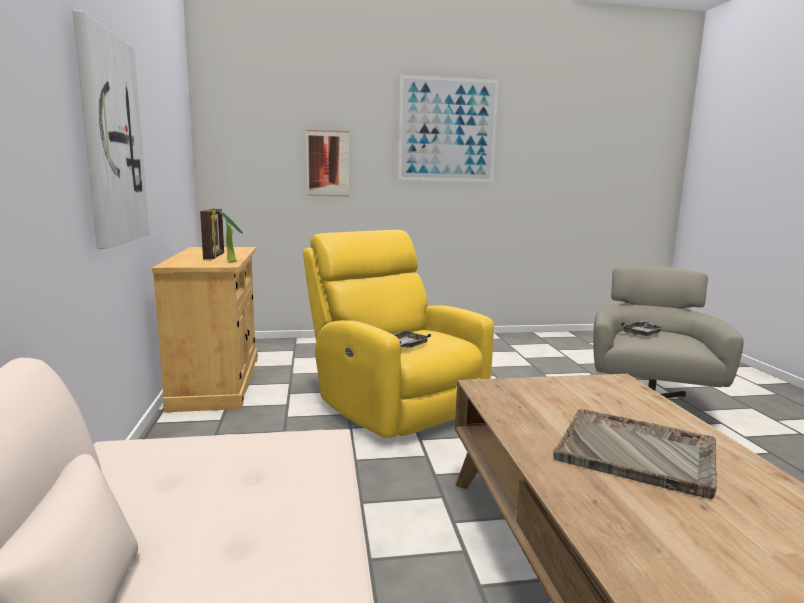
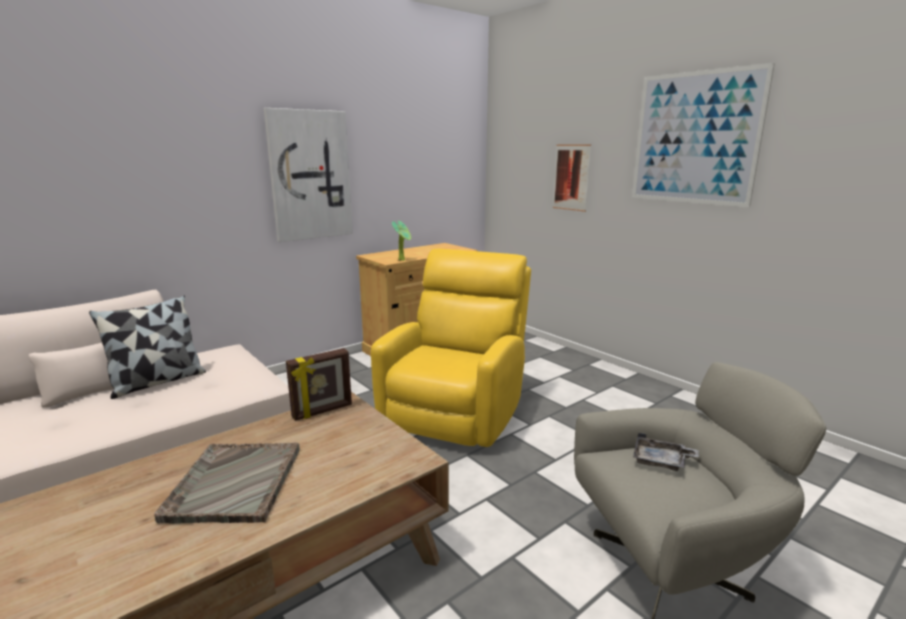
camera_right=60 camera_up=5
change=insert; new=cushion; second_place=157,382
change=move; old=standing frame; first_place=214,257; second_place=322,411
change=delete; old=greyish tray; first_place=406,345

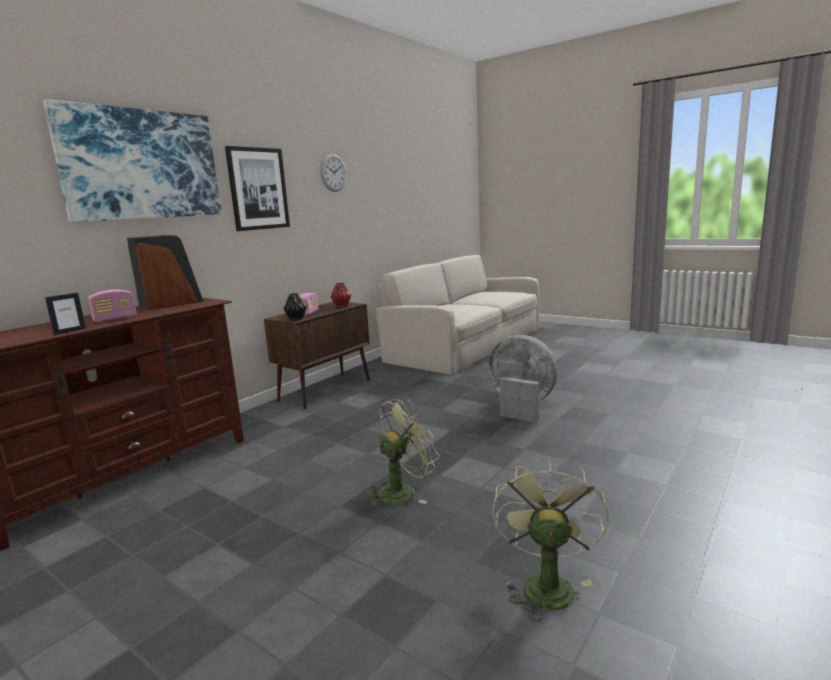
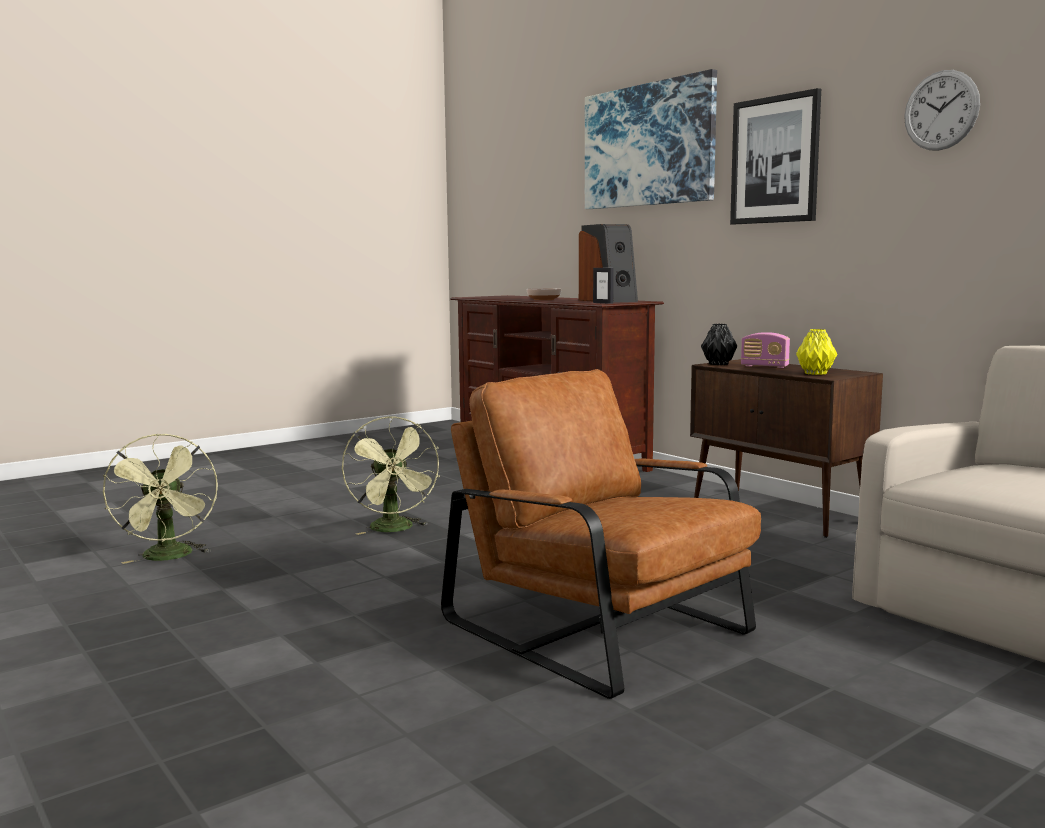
camera_right=105 camera_up=-5
change=rotate; old=green-coloured cooling fan; first_place=545,584; second_place=169,557; degrees=45
change=replace; old=greyish cooling fan; new=brown-coloured lounge chair; first_place=520,406; second_place=601,627
change=replace; old=radio set; new=serving bowl; first_place=115,319; second_place=544,299
change=move; old=standing frame; first_place=70,331; second_place=603,303
change=recolor; old=reddish decorative vase; new=yellowish decorative vase; first_place=342,306; second_place=816,373

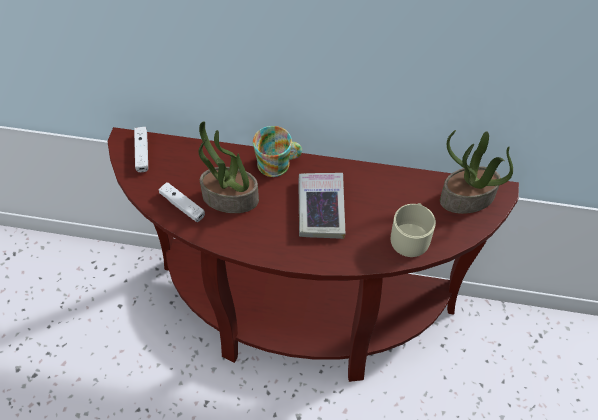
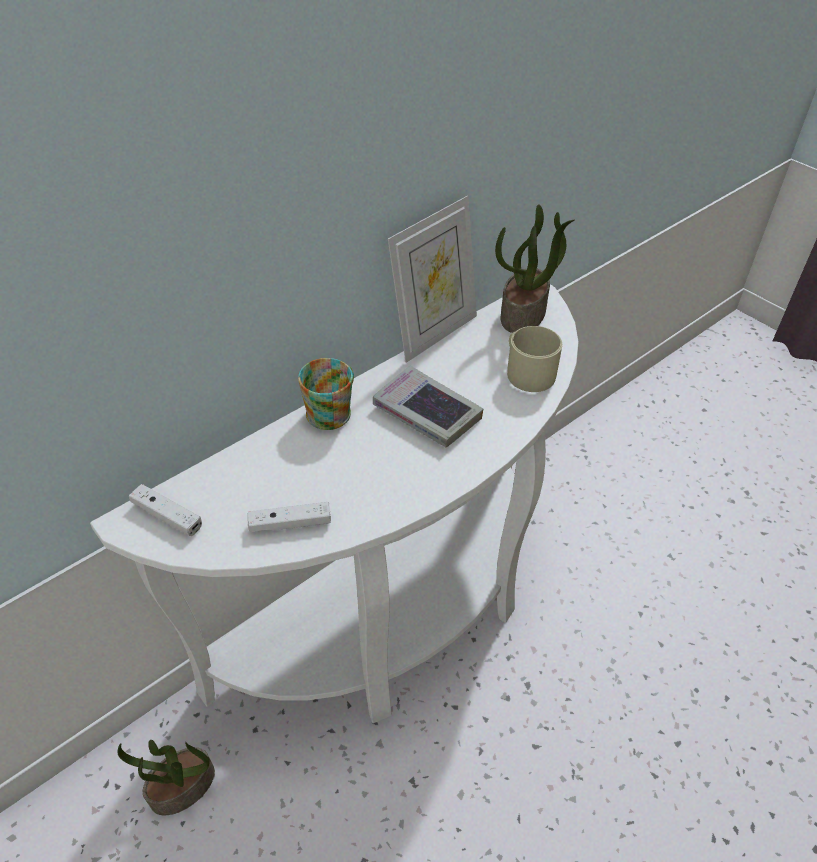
camera_right=-50 camera_up=-10
change=recolor; old=brown-coloured hall table; new=white hall table; first_place=300,319; second_place=400,615
change=move; old=houseplant; first_place=229,199; second_place=183,788
change=insert; new=standing frame; second_place=434,333

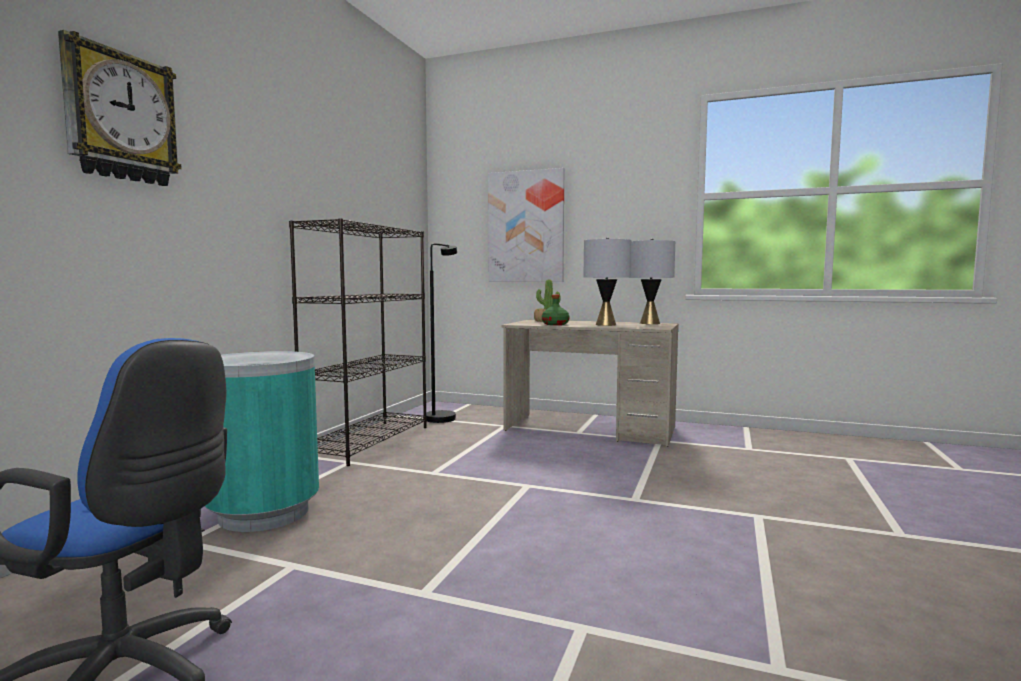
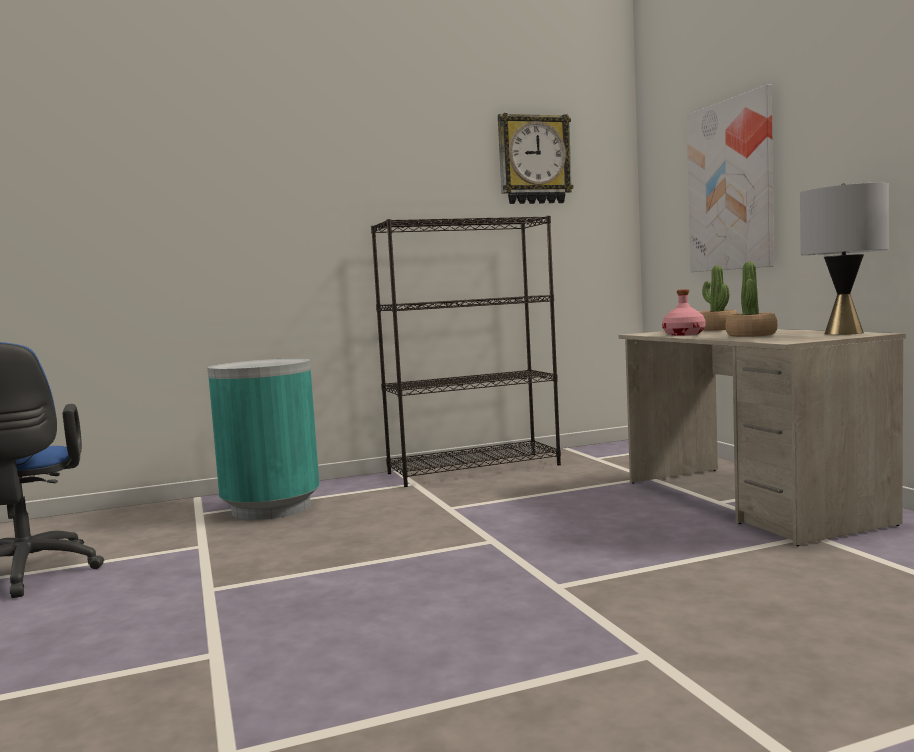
camera_right=50 camera_up=0
change=move; old=wall clock; first_place=120,117; second_place=534,160
change=recolor; old=green-coloured bottle; new=pink bottle; first_place=555,324; second_place=684,334
change=replace; old=greyish table lamp; new=houseplant; first_place=606,324; second_place=751,335
change=delete; old=black-coloured standing lamp; first_place=442,416

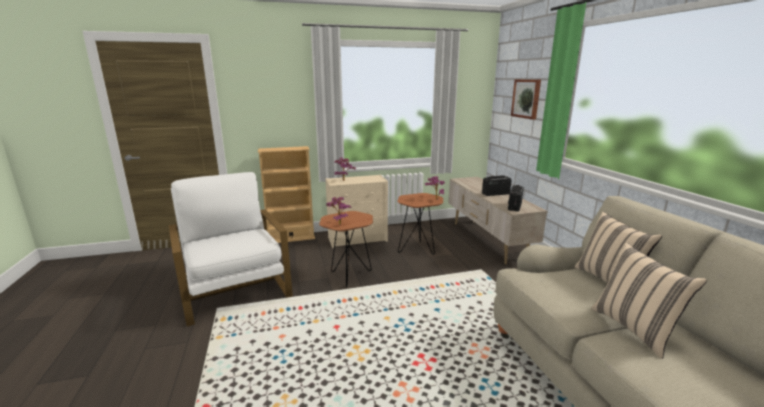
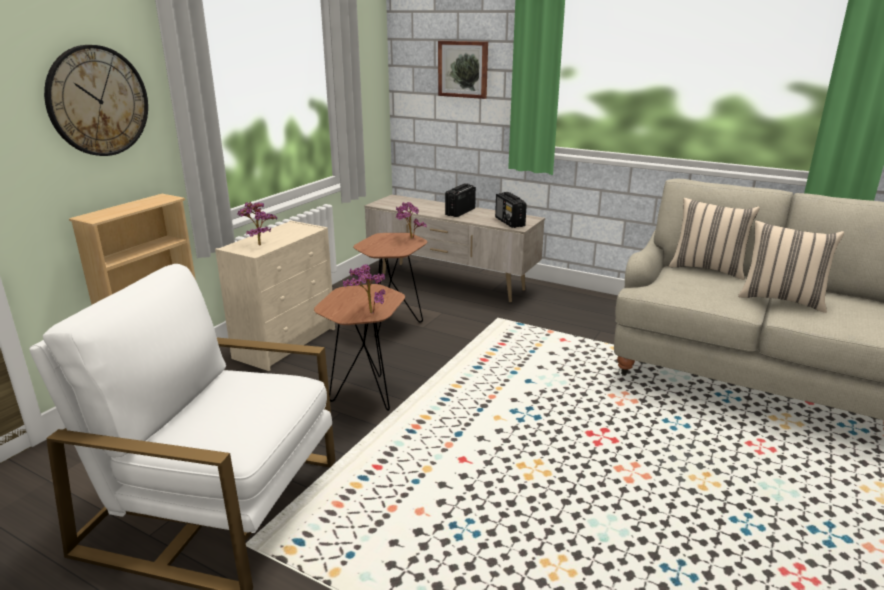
camera_right=-45 camera_up=5
change=insert; new=wall clock; second_place=97,101

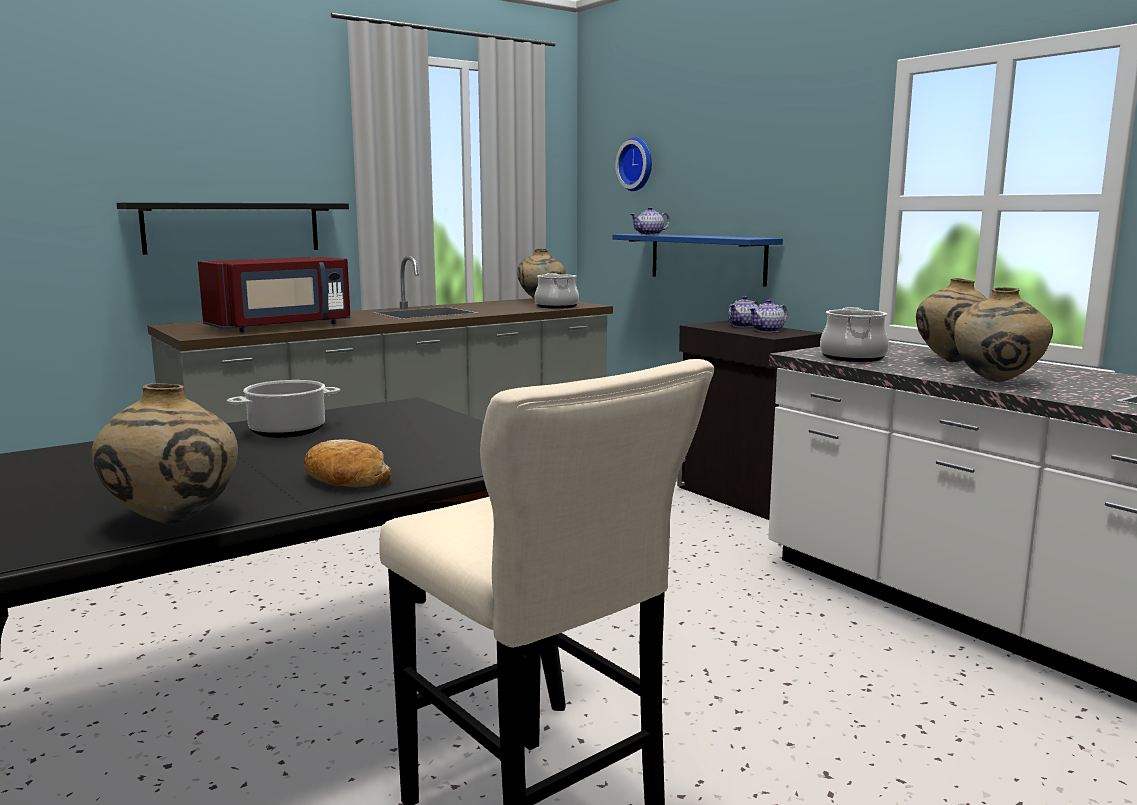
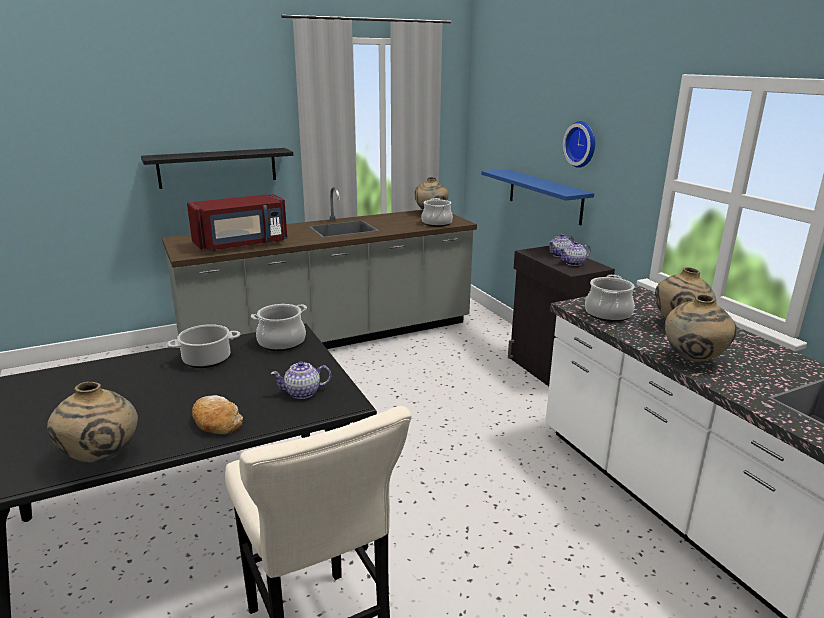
camera_right=10 camera_up=10
change=insert; new=saucepot; second_place=281,342
change=move; old=pot for tea; first_place=650,234; second_place=303,393
change=move; old=wall clock; first_place=637,164; second_place=582,144

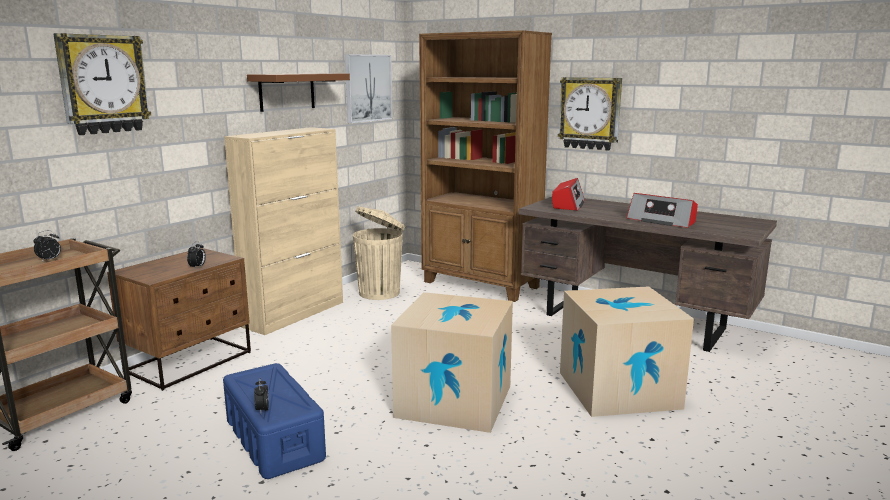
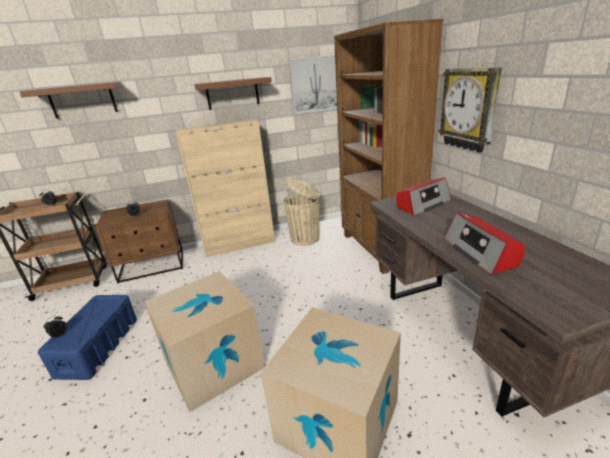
camera_right=40 camera_up=10
change=replace; old=wall clock; new=brown-coloured shelf; first_place=103,84; second_place=82,100

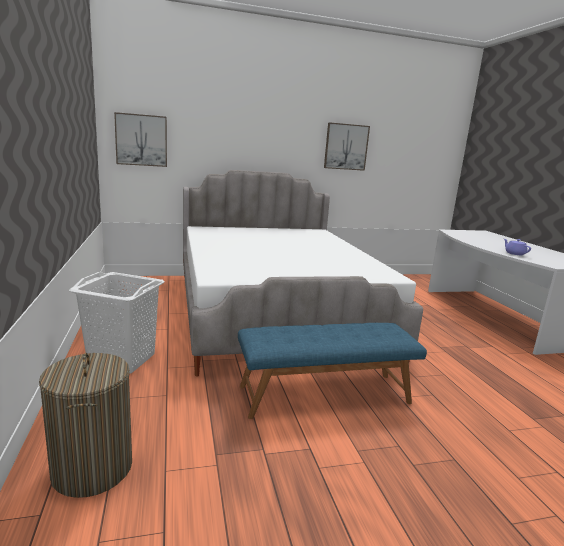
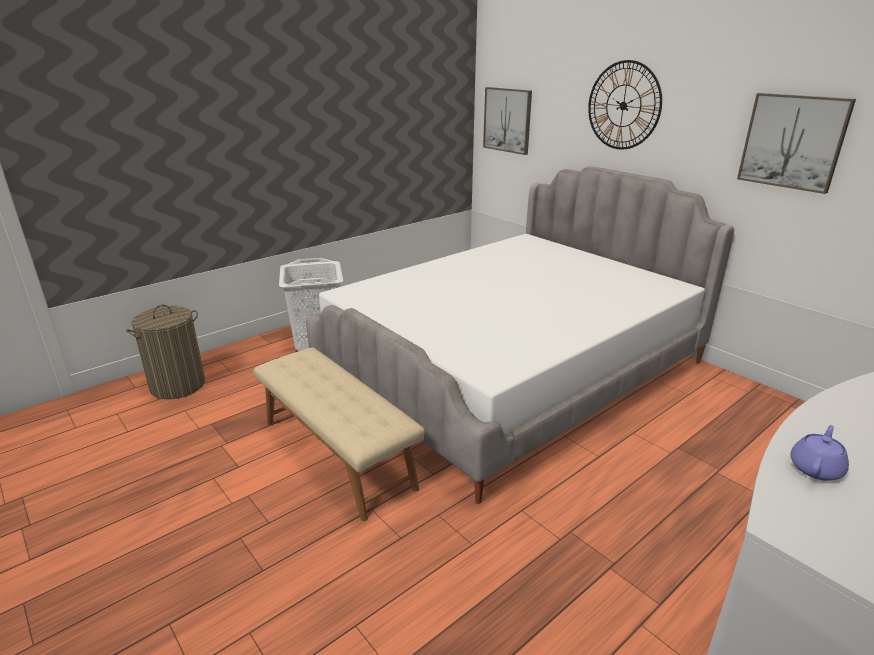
camera_right=65 camera_up=10
change=recolor; old=bluish long seat; new=sand-coloured long seat; first_place=324,394; second_place=338,453
change=insert; new=wall clock; second_place=623,106

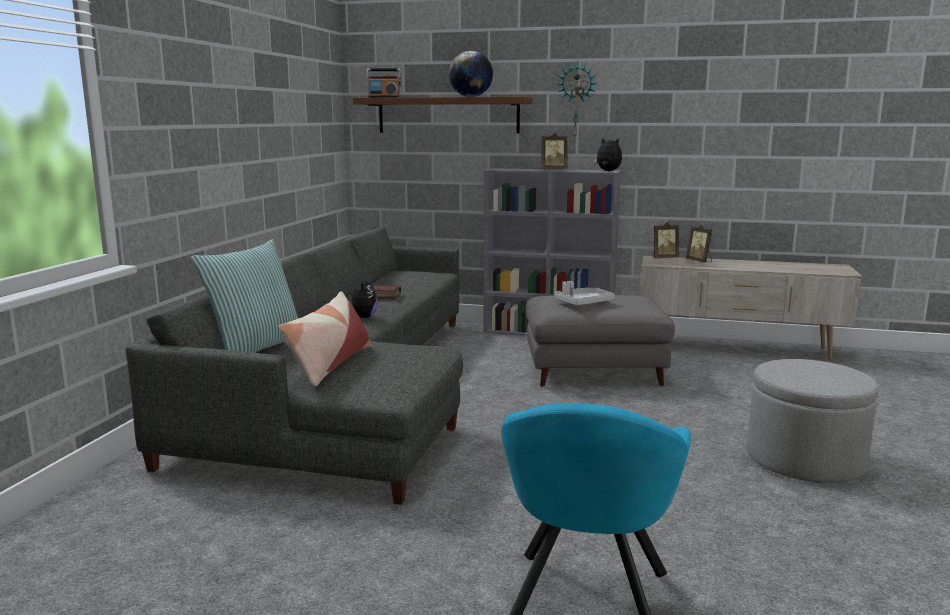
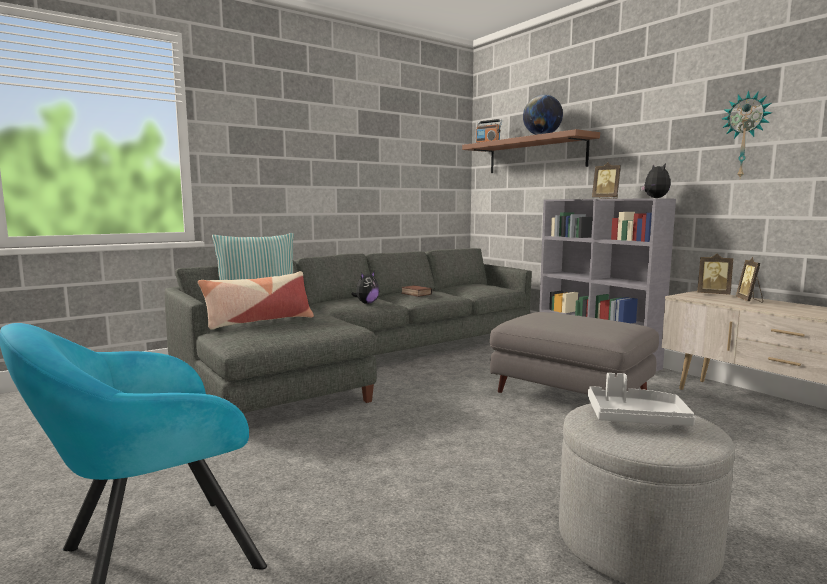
camera_right=40 camera_up=-5
change=move; old=greyish tray; first_place=583,303; second_place=635,418
change=move; old=wall clock; first_place=576,100; second_place=745,135

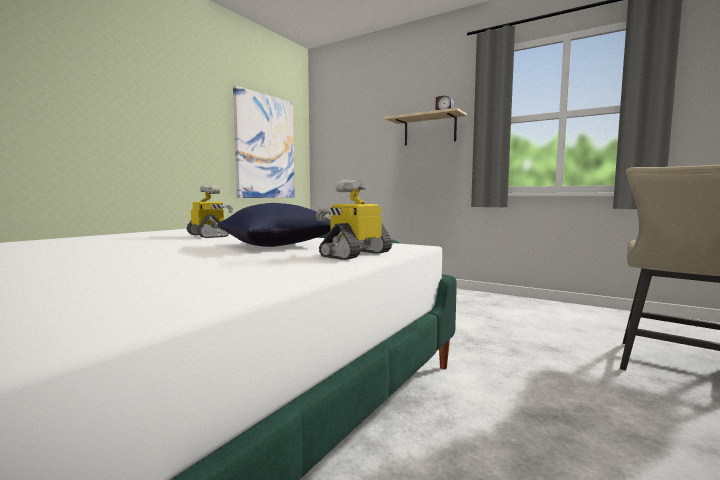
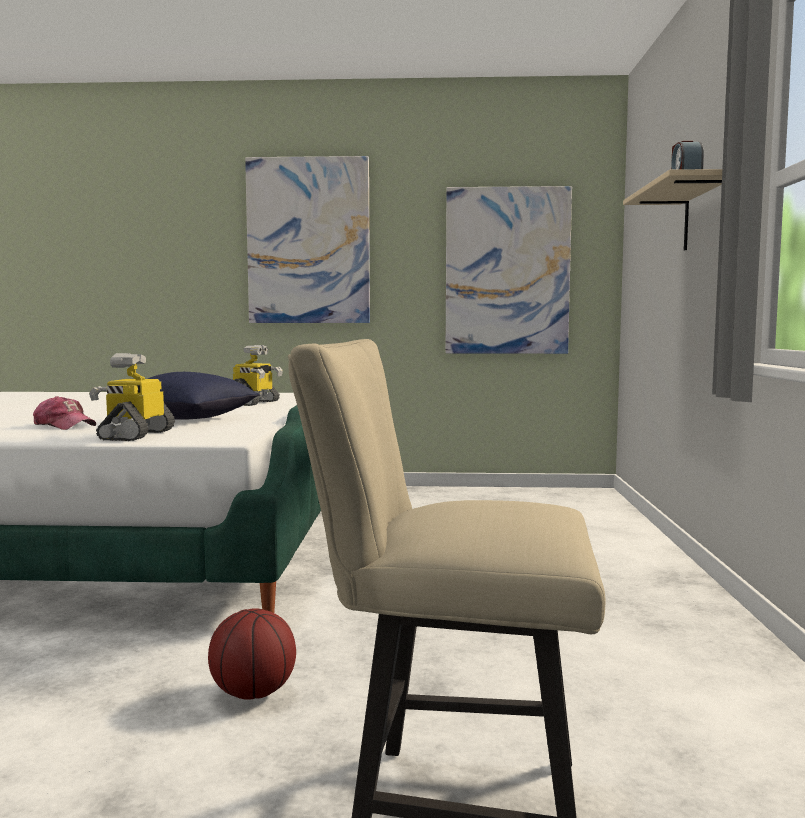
camera_right=60 camera_up=0
change=insert; new=peaked cap; second_place=64,426
change=rotate; old=toy robot; first_place=355,254; second_place=136,435; degrees=-90
change=insert; new=ball for basketball; second_place=253,694
change=insert; new=wall art; second_place=308,241

